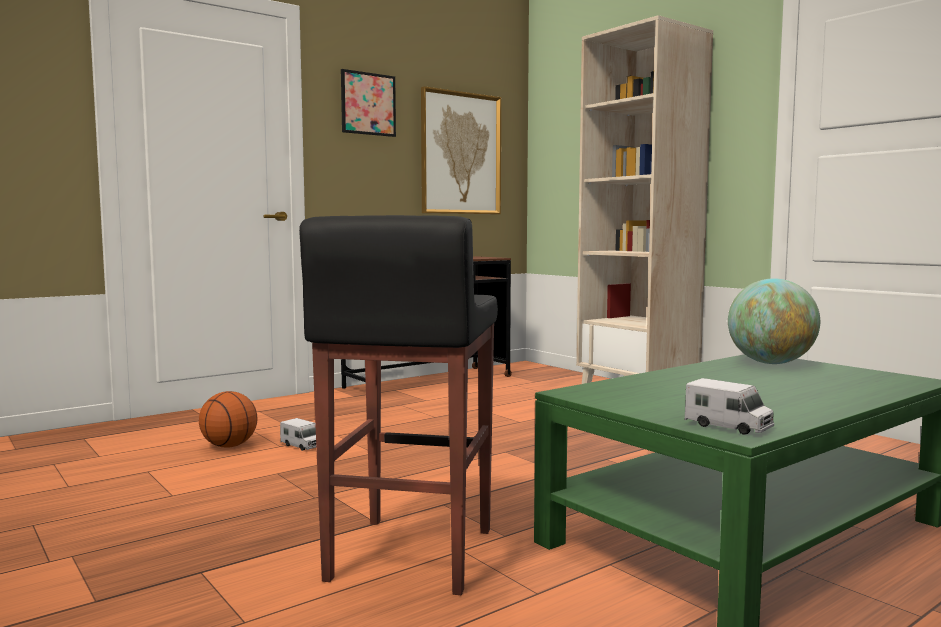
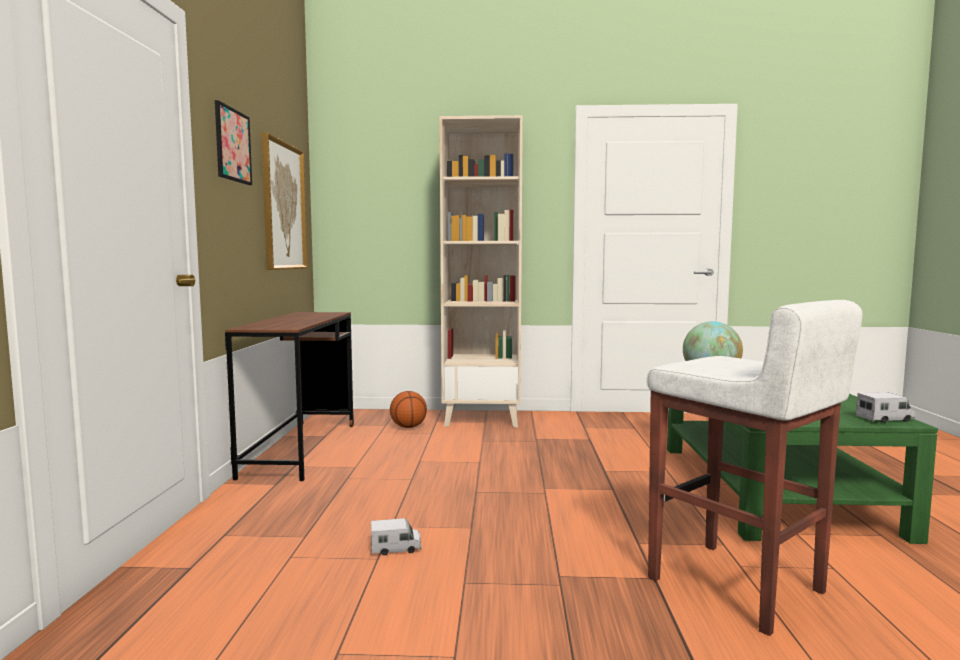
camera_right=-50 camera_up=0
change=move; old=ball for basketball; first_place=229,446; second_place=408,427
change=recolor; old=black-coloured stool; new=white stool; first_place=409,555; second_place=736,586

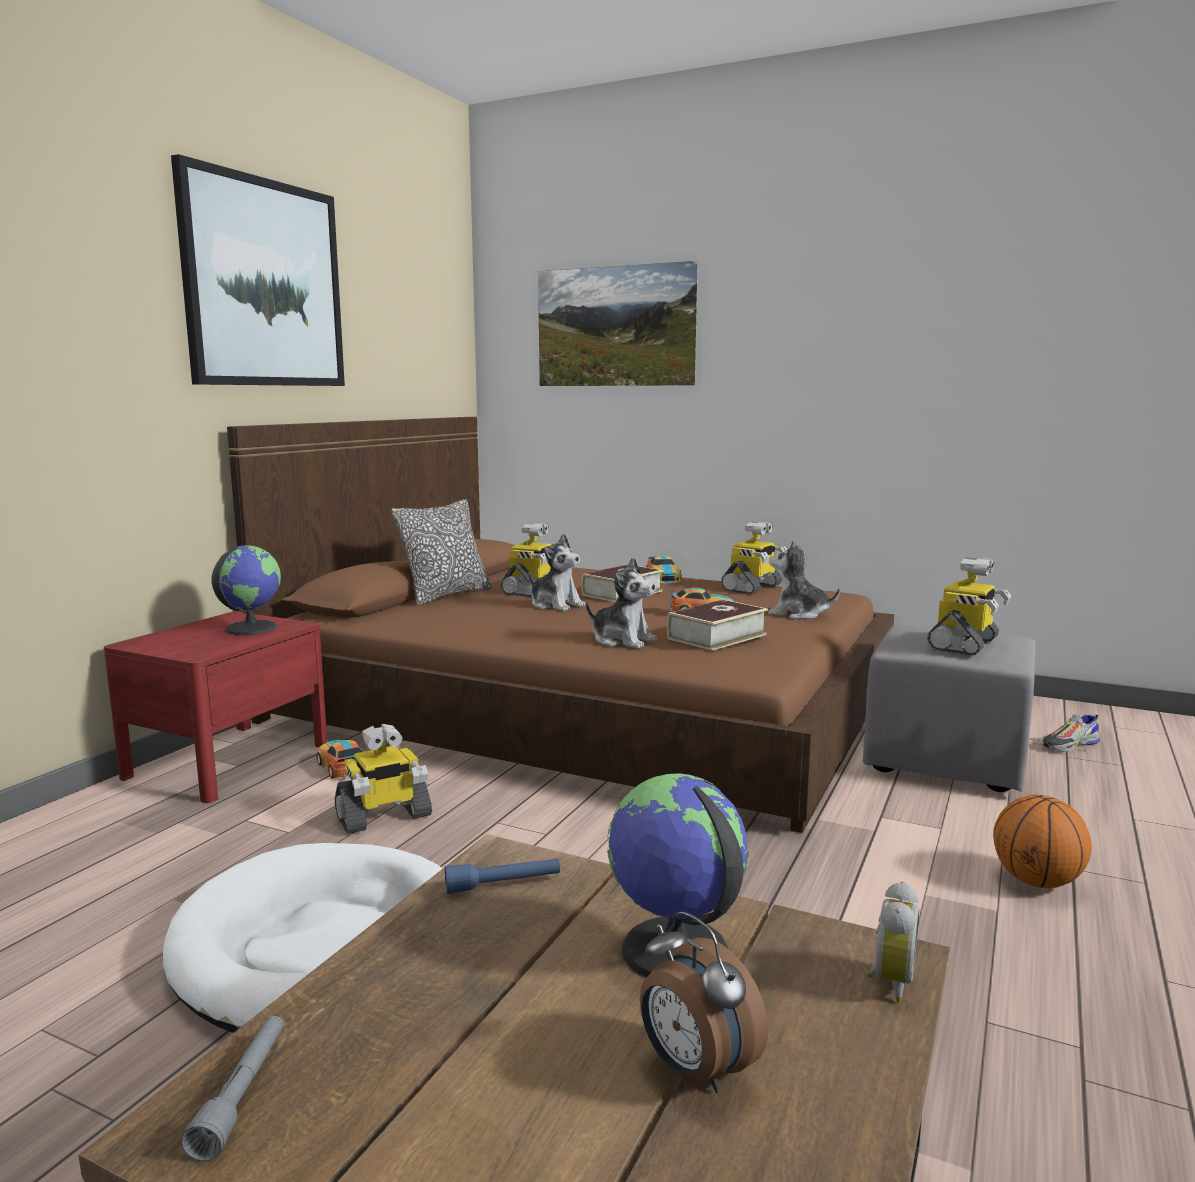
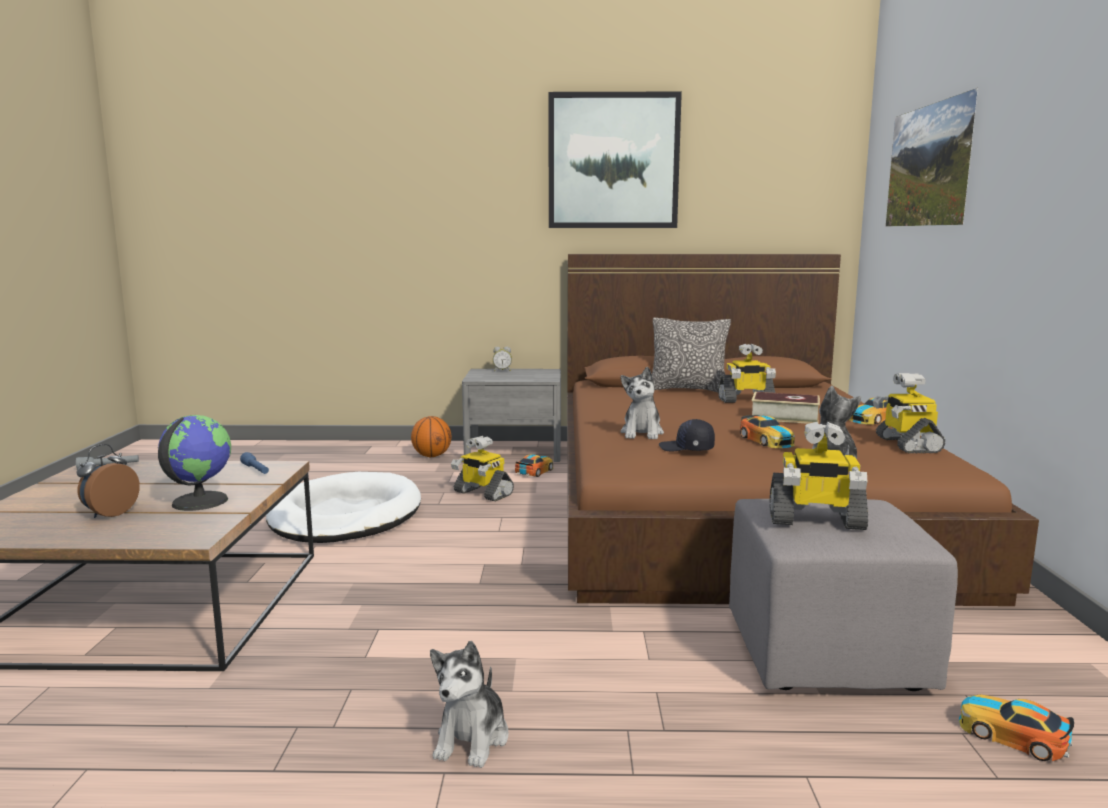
camera_right=65 camera_up=0
change=move; old=ball for basketball; first_place=1037,881; second_place=432,456
change=move; old=cuddly toy; first_place=556,605; second_place=472,739
change=recolor; old=reddish night table; new=greyish night table; first_place=228,761; second_place=514,451
change=move; old=alarm clock; first_place=889,981; second_place=502,370
change=replace; old=bound book; new=black-coloured peaked cap; first_place=717,636; second_place=686,449
change=rotate; old=toy robot; first_place=753,588; second_place=906,444; degrees=75
change=replace; old=item of footwear; new=miniature car; first_place=1069,745; second_place=1012,735
change=delete; old=globe; first_place=250,628

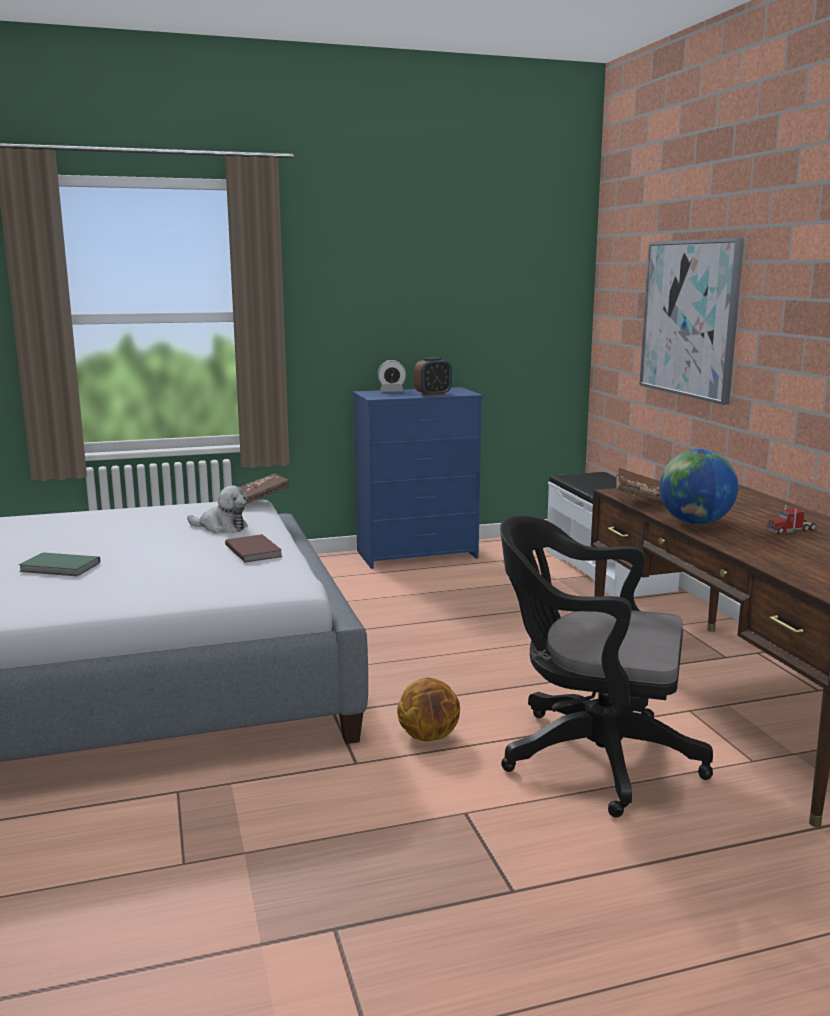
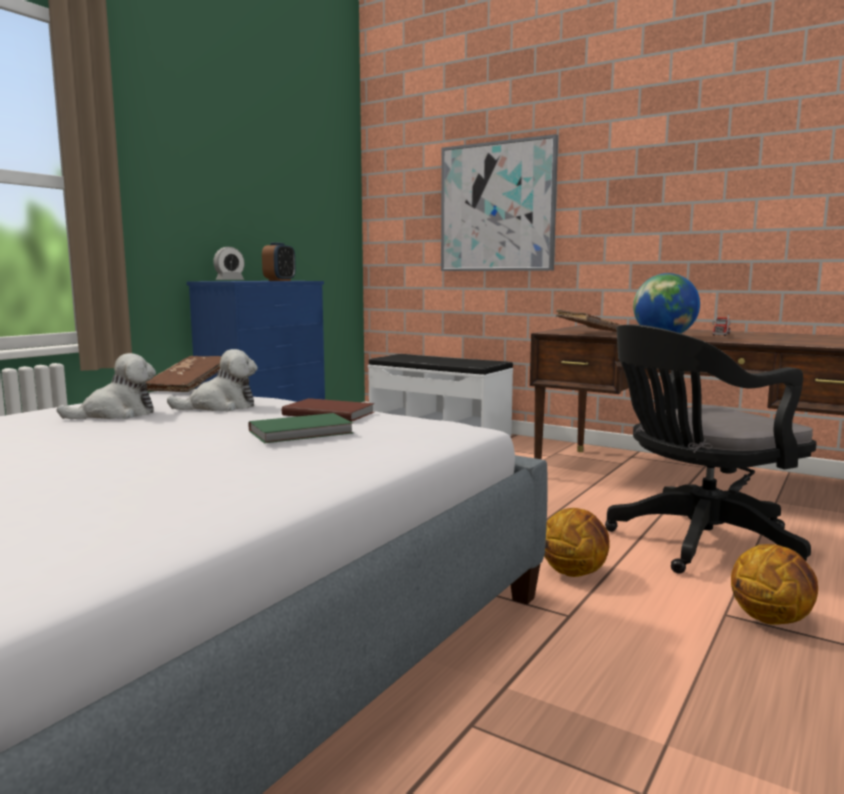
camera_right=-40 camera_up=-5
change=insert; new=cuddly toy; second_place=116,414
change=move; old=green-coloured bound book; first_place=60,568; second_place=303,432
change=insert; new=ball for basketball; second_place=771,619

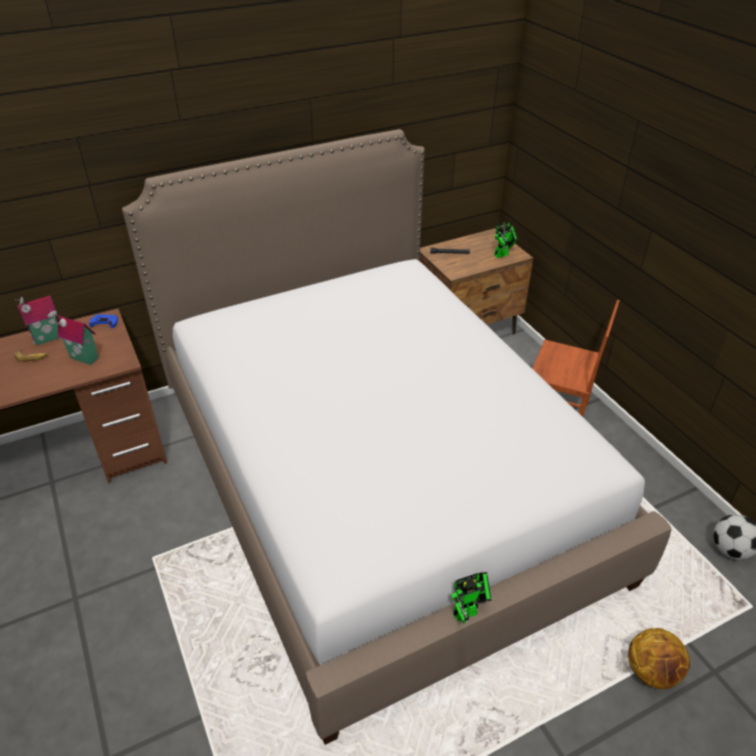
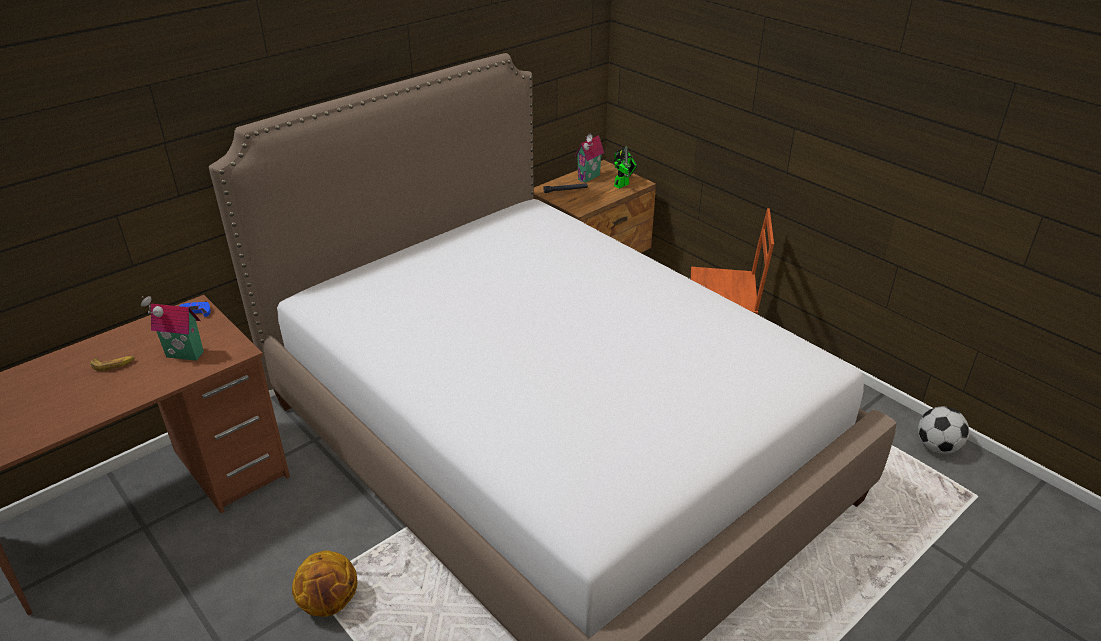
camera_right=-15 camera_up=-5
change=move; old=ball for basketball; first_place=652,672; second_place=329,602
change=move; old=model house; first_place=48,339; second_place=590,178
change=delete; old=toy robot; first_place=468,612

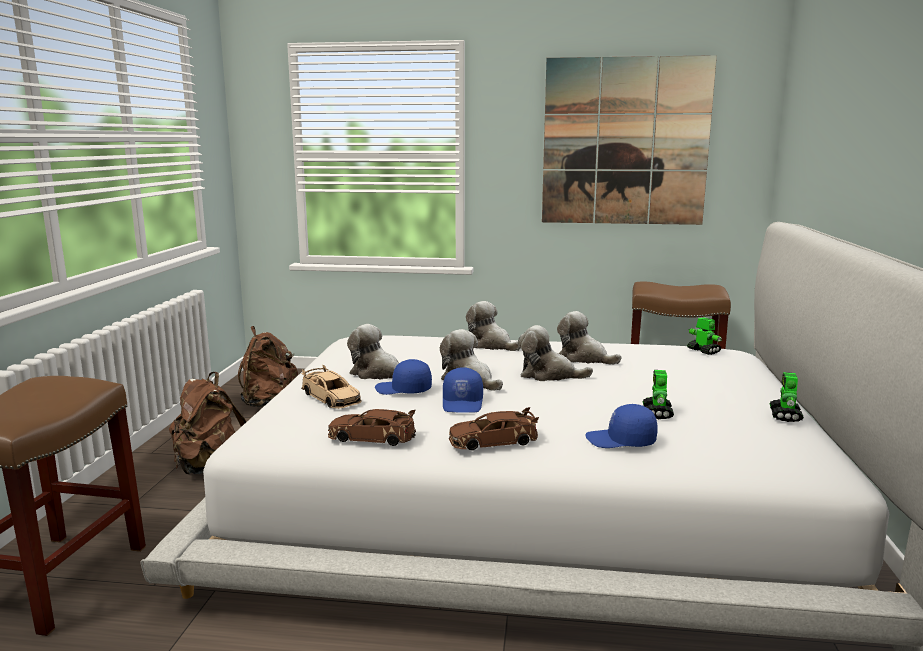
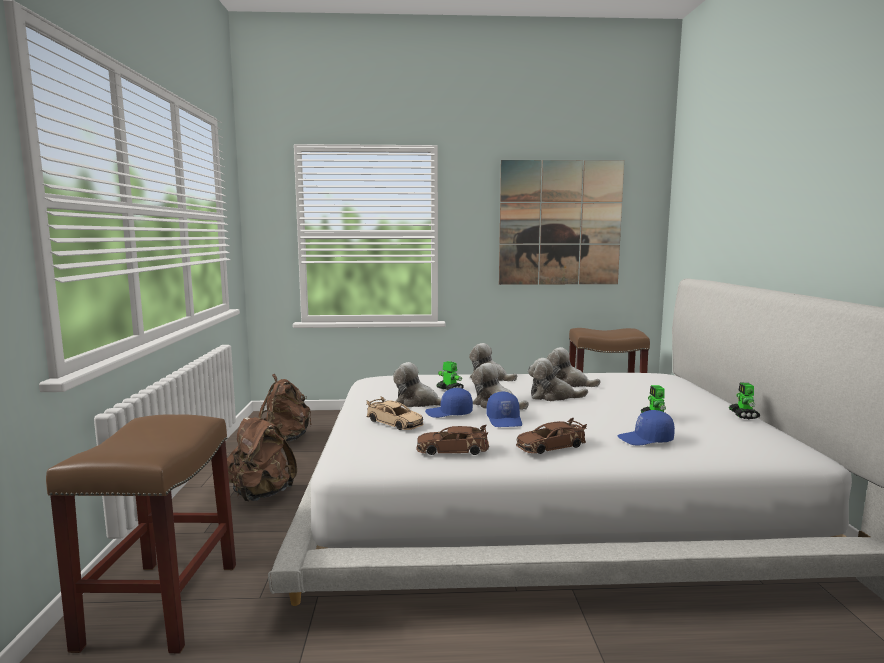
camera_right=-10 camera_up=-5
change=move; old=toy robot; first_place=703,351; second_place=449,389

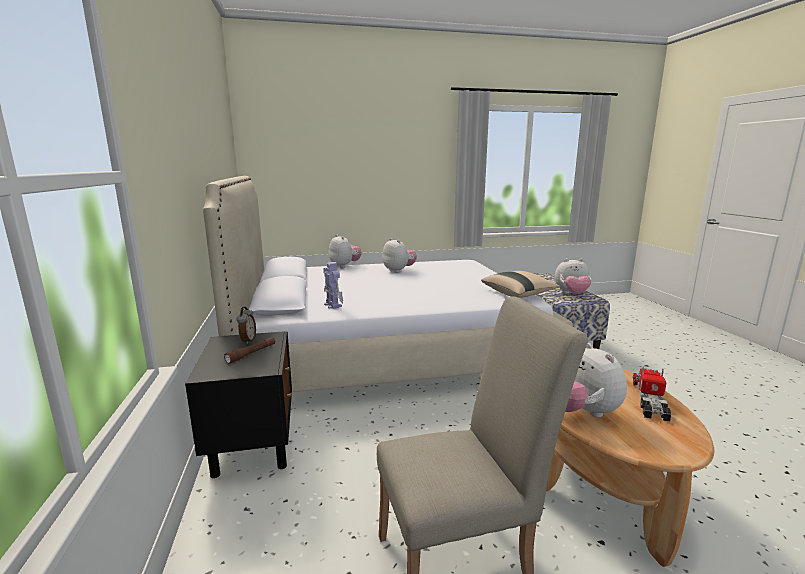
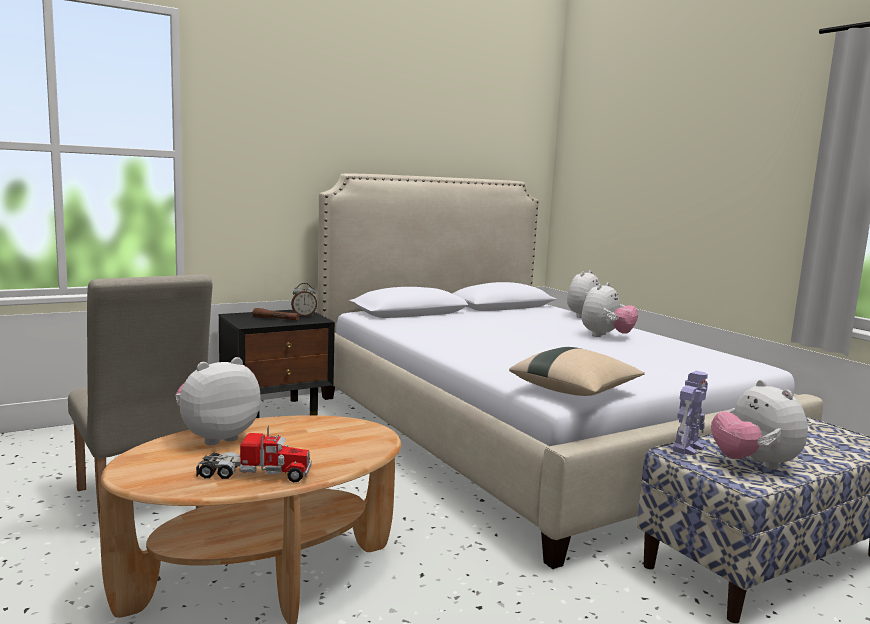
camera_right=70 camera_up=-5
change=move; old=toy robot; first_place=332,305; second_place=687,448

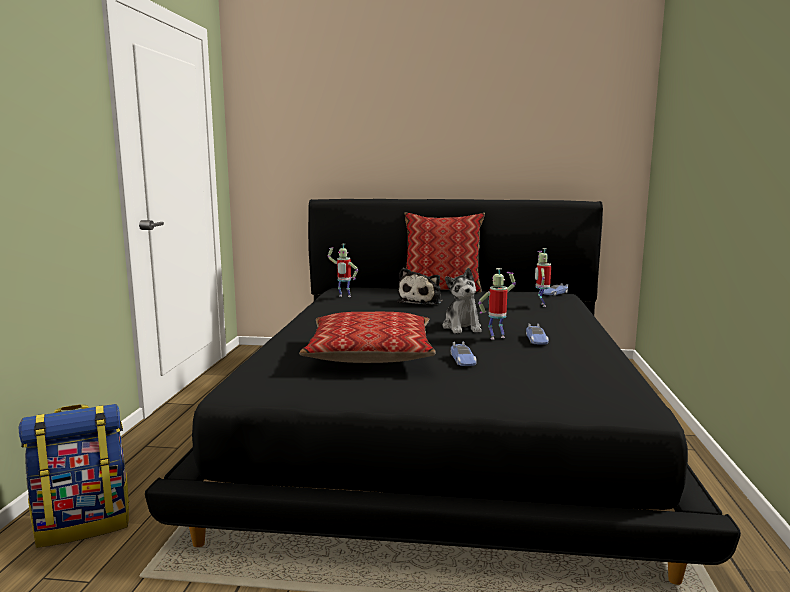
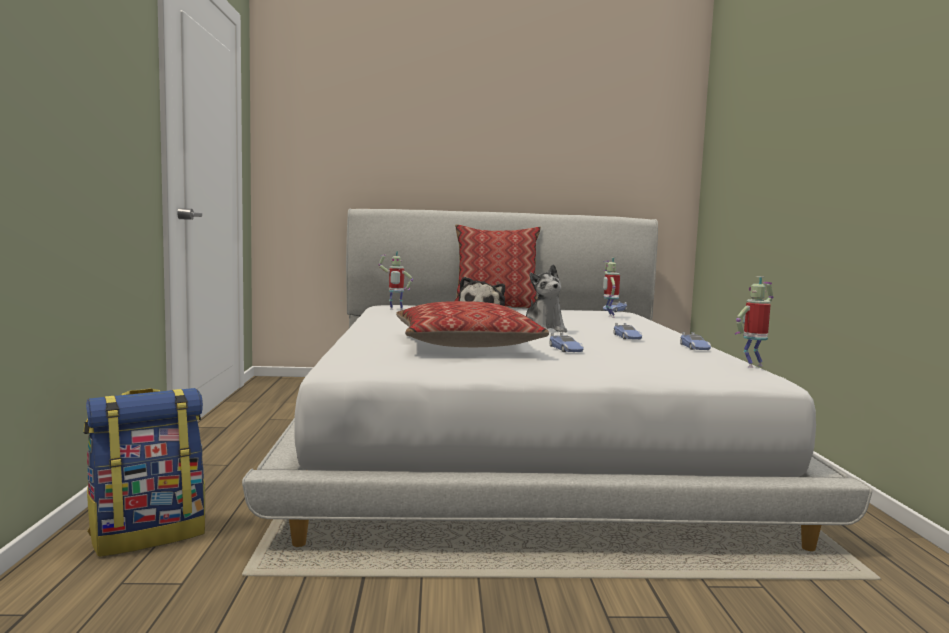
camera_right=-10 camera_up=-5
change=recolor; old=black-coloured sleeping bed; new=white sleeping bed; first_place=441,423; second_place=517,437
change=insert; new=miniature car; second_place=694,347
change=move; old=toy robot; first_place=496,337; second_place=752,366

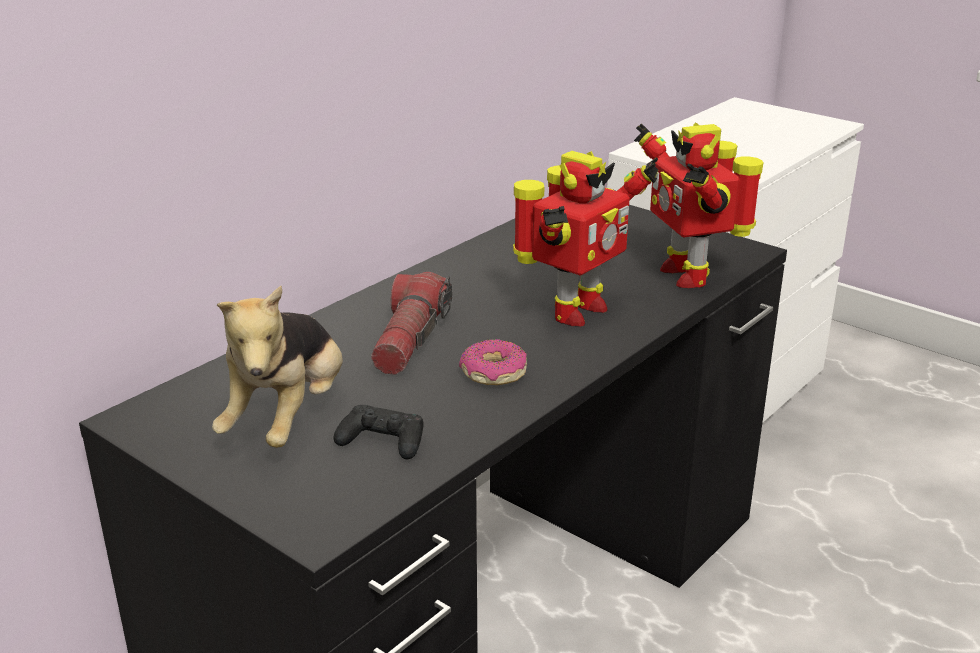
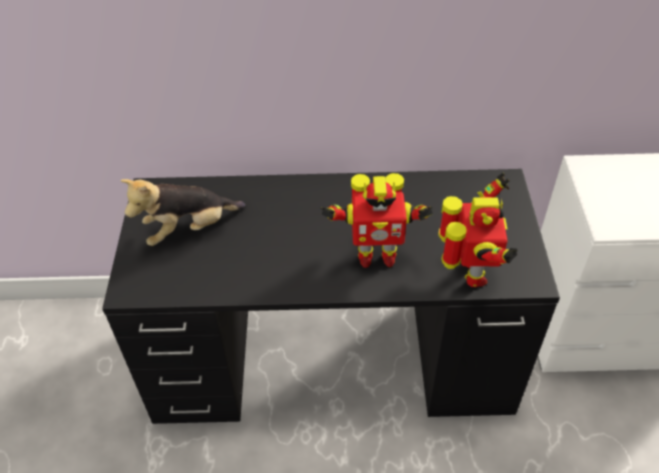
camera_right=50 camera_up=20
change=rotate; old=toy robot; first_place=687,274; second_place=470,273; degrees=150
change=delete; old=black-coloured game controller; first_place=382,441
change=delete; old=torch; first_place=410,339
change=delete; old=donut; first_place=493,373

